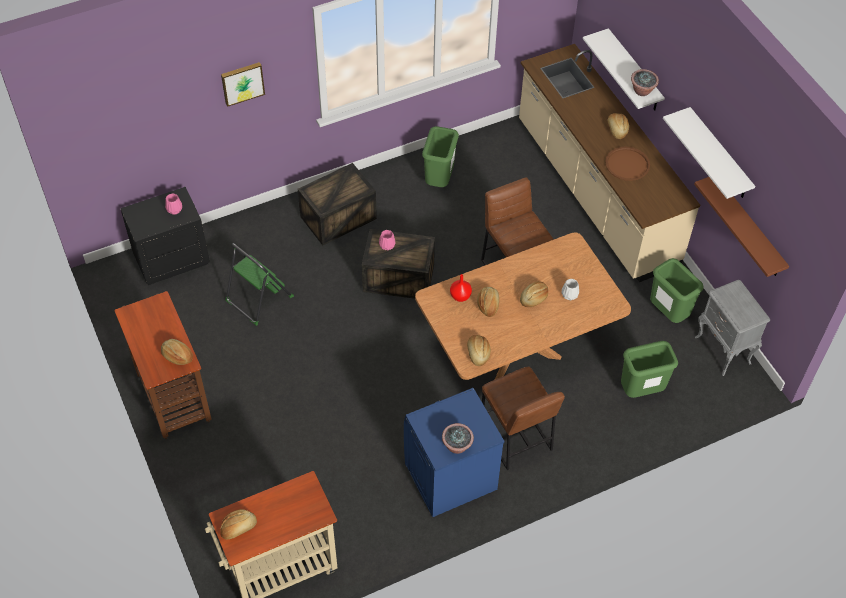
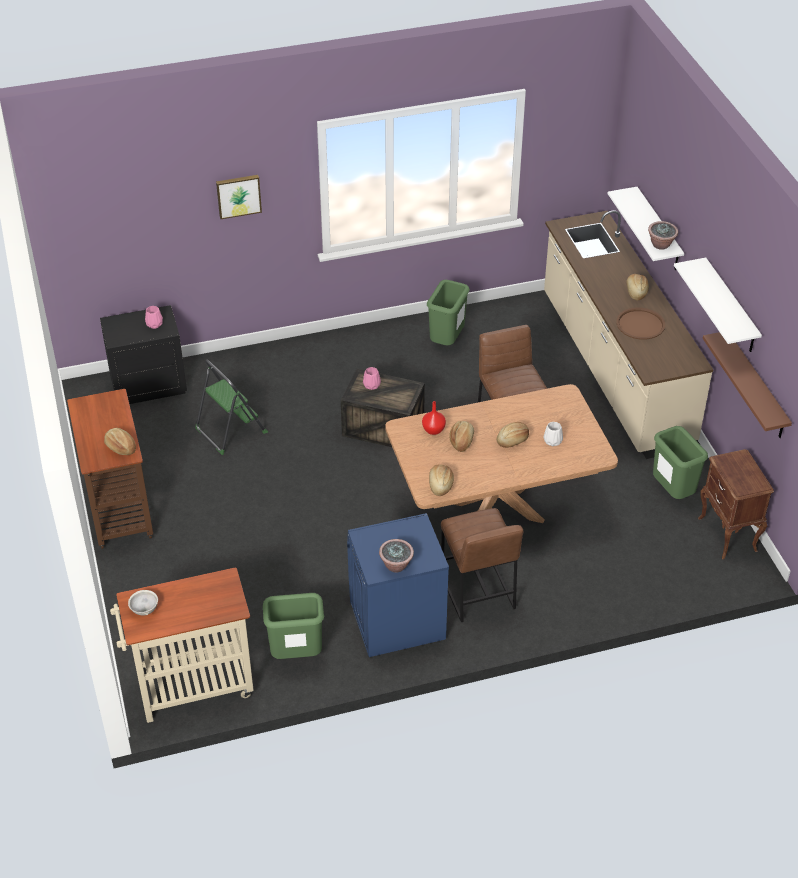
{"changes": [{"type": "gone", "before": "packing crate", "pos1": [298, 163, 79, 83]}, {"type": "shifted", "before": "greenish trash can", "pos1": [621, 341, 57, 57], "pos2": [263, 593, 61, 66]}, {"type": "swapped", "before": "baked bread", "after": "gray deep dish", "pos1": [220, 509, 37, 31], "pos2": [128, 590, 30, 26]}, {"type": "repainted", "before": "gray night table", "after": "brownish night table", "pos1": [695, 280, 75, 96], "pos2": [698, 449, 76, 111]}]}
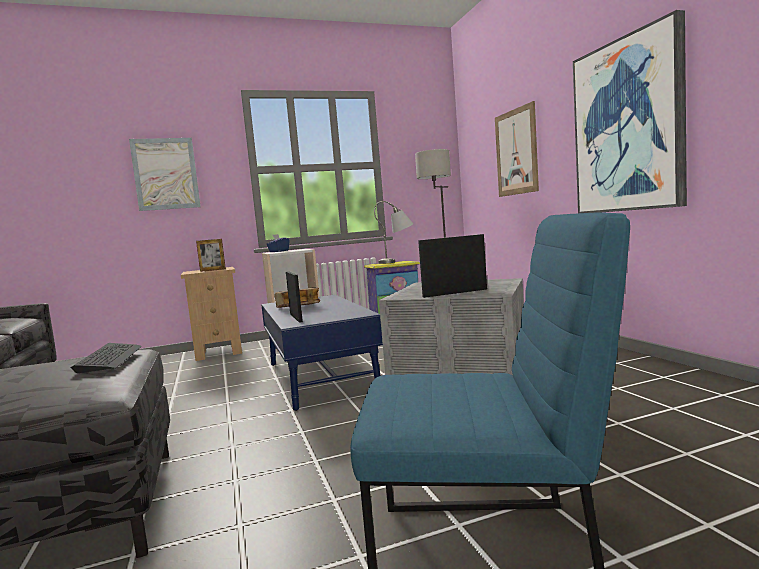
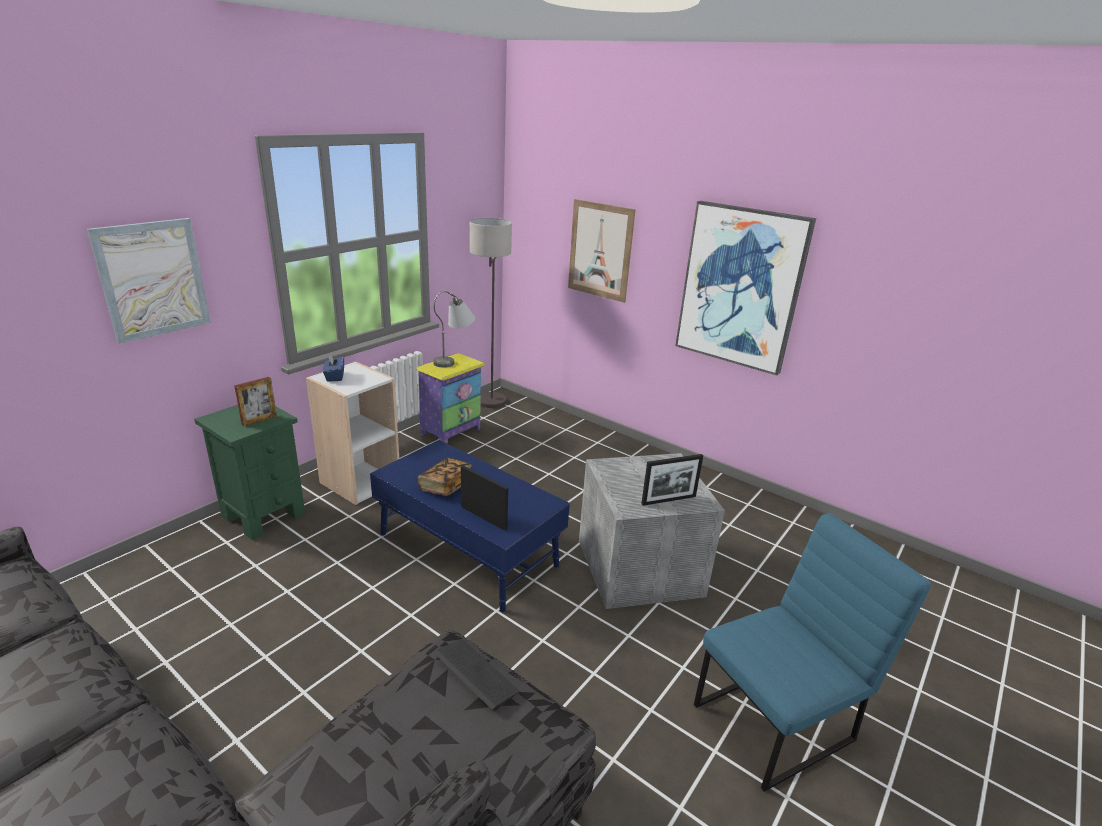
{"changes": [{"type": "repainted", "before": "sand-coloured night table", "after": "greenish night table", "pos1": [181, 267, 61, 94], "pos2": [194, 405, 111, 135]}, {"type": "rotated", "before": "photo frame", "pos1": [418, 234, 69, 64], "pos2": [641, 454, 62, 52], "turn": -150}]}
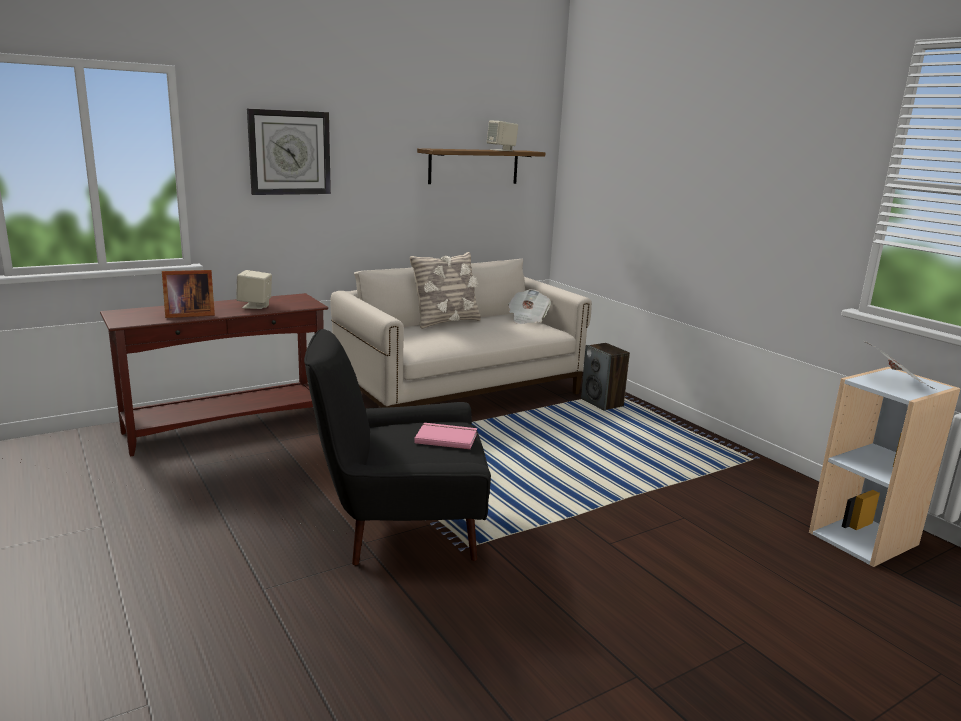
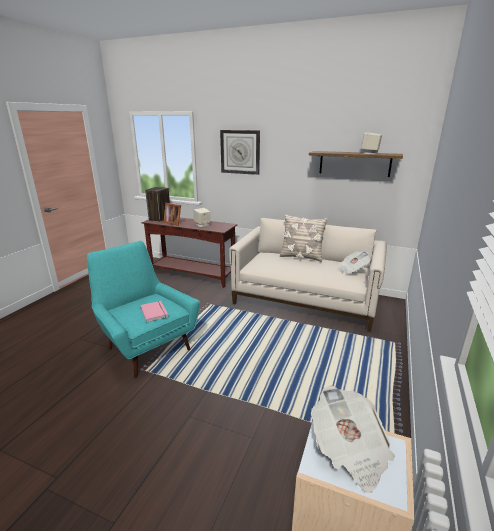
{"changes": [{"type": "shifted", "before": "audio speaker", "pos1": [581, 343, 49, 68], "pos2": [145, 187, 25, 35]}, {"type": "repainted", "before": "black lounge chair", "after": "turquoise lounge chair", "pos1": [304, 329, 187, 236], "pos2": [87, 241, 113, 137]}]}
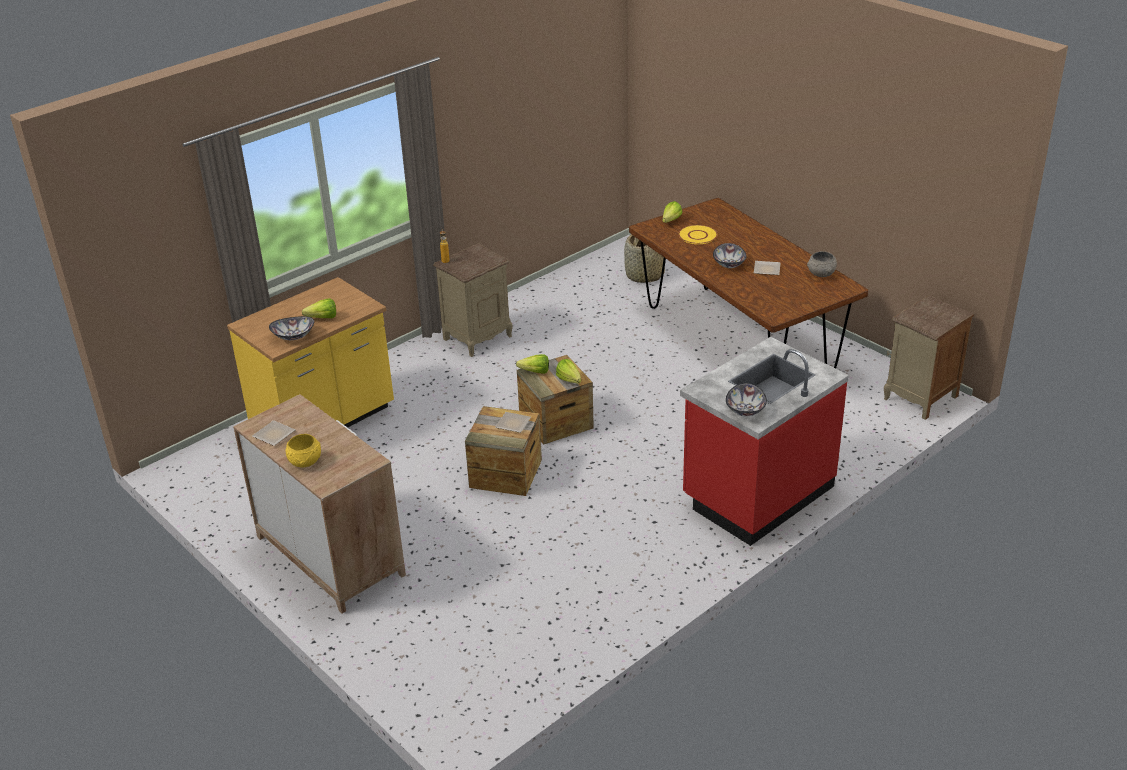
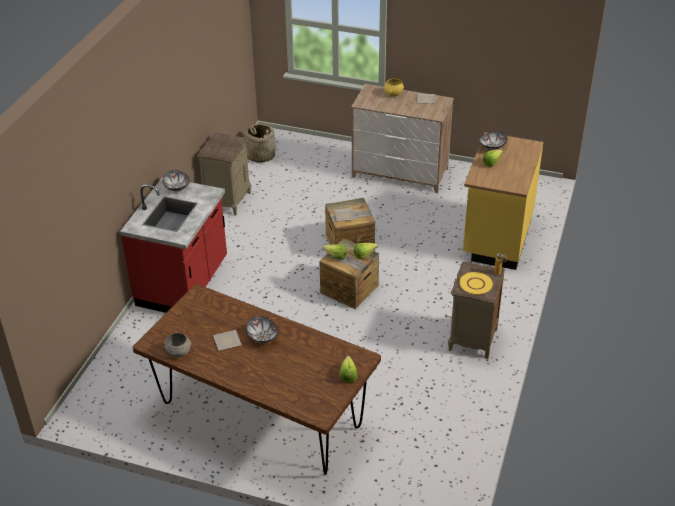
{"changes": [{"type": "shifted", "before": "basket", "pos1": [624, 234, 41, 49], "pos2": [245, 123, 31, 40]}, {"type": "shifted", "before": "yellow dinner plate", "pos1": [678, 225, 39, 19], "pos2": [458, 271, 36, 24]}, {"type": "shifted", "before": "sand-coloured night table", "pos1": [884, 296, 90, 124], "pos2": [197, 132, 56, 84]}]}
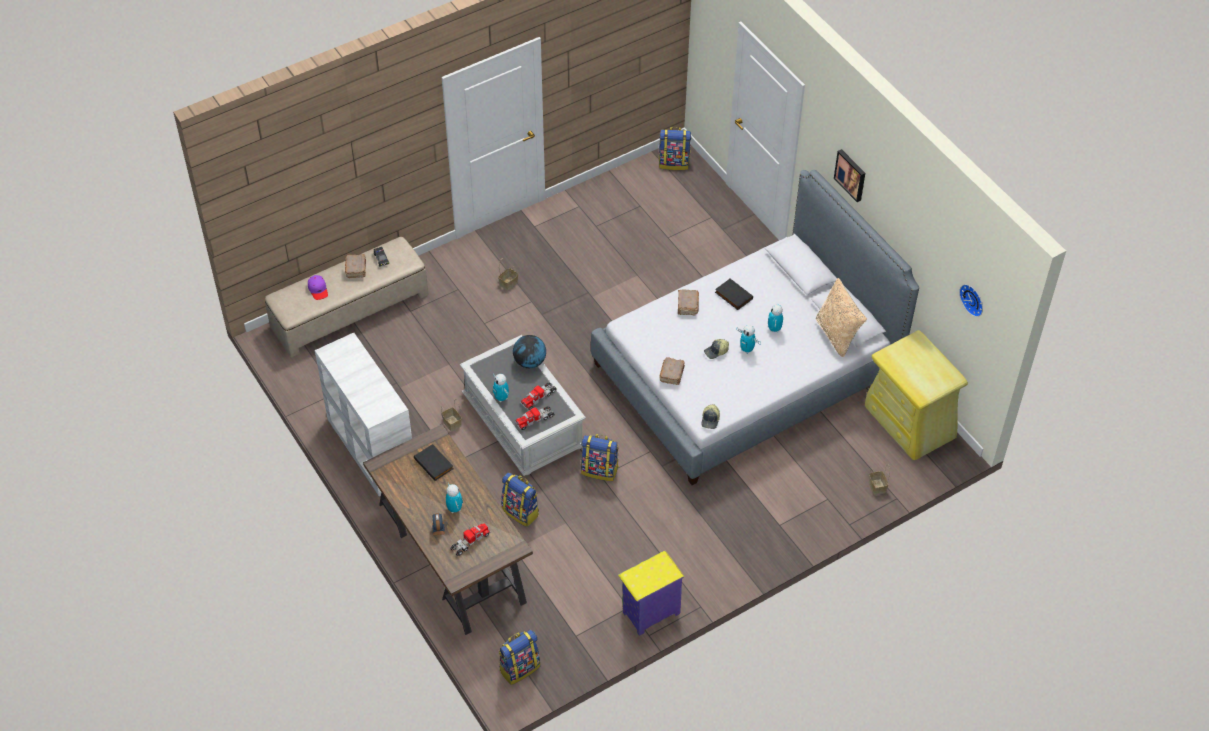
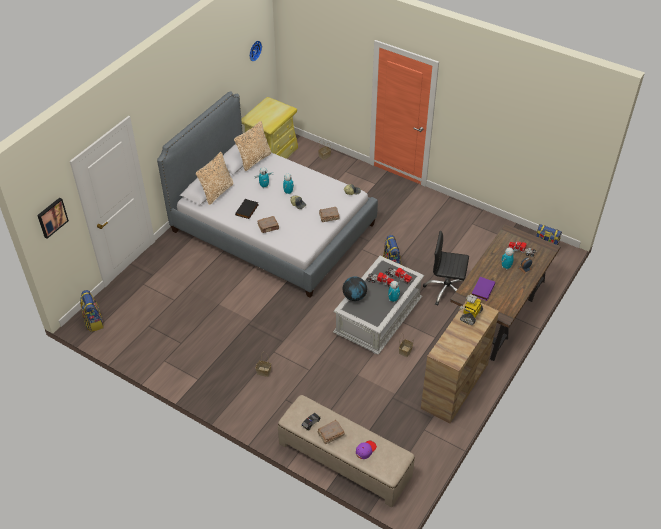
{"changes": [{"type": "gone", "before": "night table", "pos1": [618, 551, 66, 85]}, {"type": "new", "after": "sand-coloured cushion", "pos2": [196, 152, 37, 53]}, {"type": "new", "after": "toy robot", "pos2": [459, 294, 24, 31]}, {"type": "shifted", "before": "wall picture", "pos1": [834, 149, 31, 53], "pos2": [37, 198, 32, 41]}, {"type": "swapped", "before": "backpack", "after": "black computer chair", "pos1": [501, 472, 38, 55], "pos2": [423, 231, 46, 75]}, {"type": "repainted", "before": "white bookcase", "after": "brownish bookcase", "pos1": [315, 333, 97, 163], "pos2": [421, 300, 78, 123]}, {"type": "repainted", "before": "black volume", "after": "purple-coloured volume", "pos1": [414, 444, 39, 37], "pos2": [472, 277, 23, 24]}]}
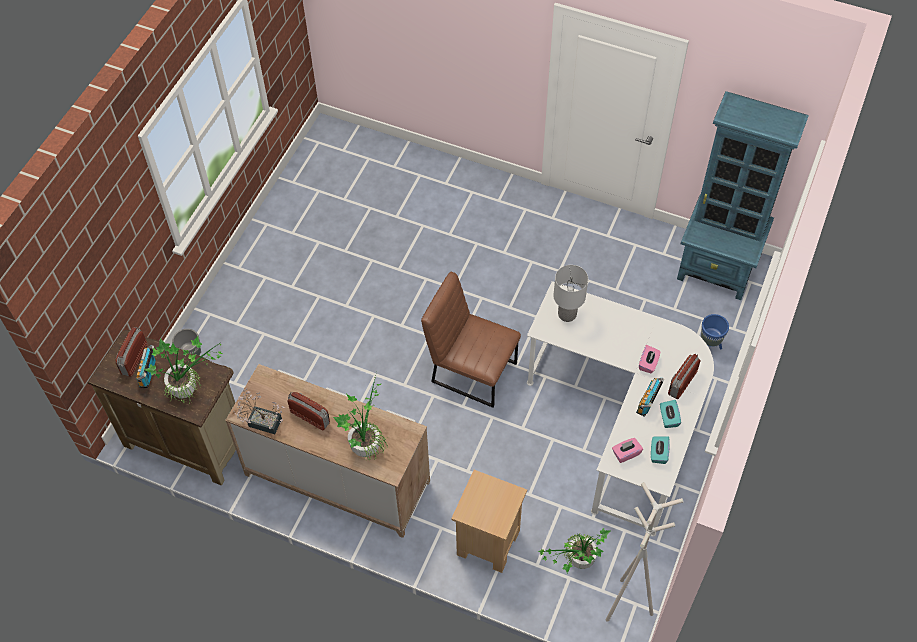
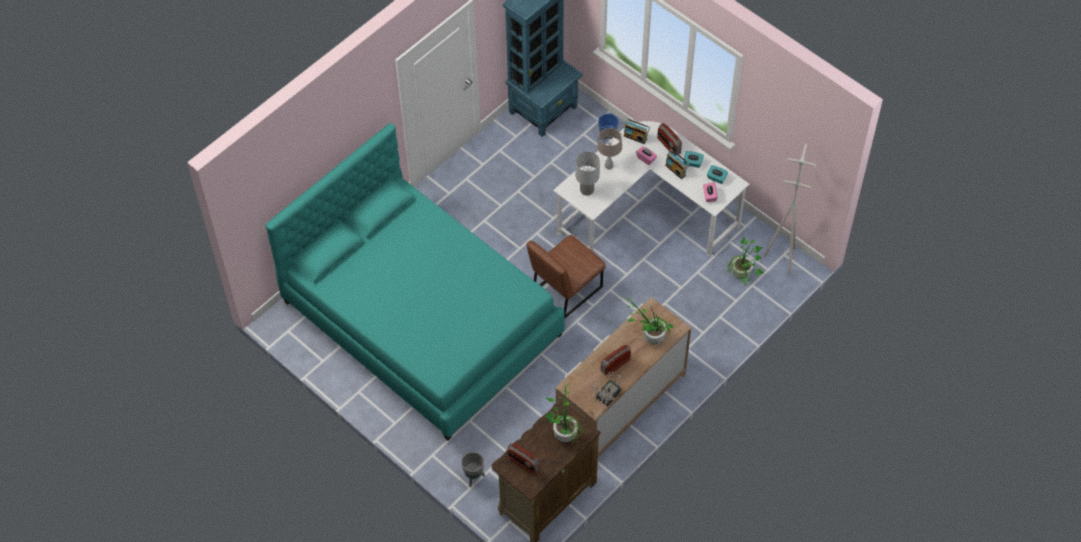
{"changes": [{"type": "gone", "before": "sand-coloured night table", "pos1": [451, 470, 76, 103]}, {"type": "new", "after": "turquoise bed", "pos2": [265, 123, 300, 317]}, {"type": "new", "after": "sand-coloured tabletop lamp", "pos2": [597, 128, 25, 41]}, {"type": "shifted", "before": "radio set", "pos1": [136, 345, 20, 43], "pos2": [624, 118, 26, 26]}]}
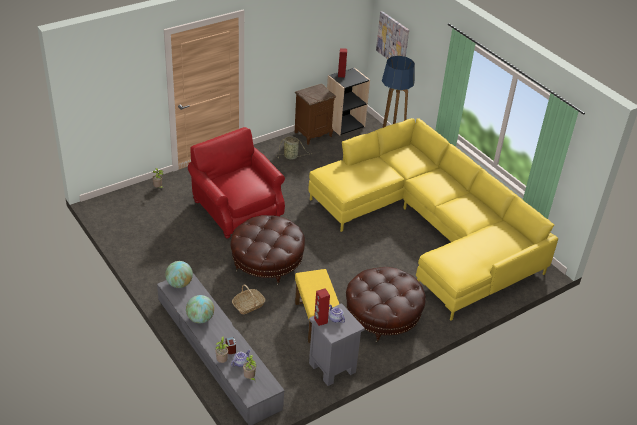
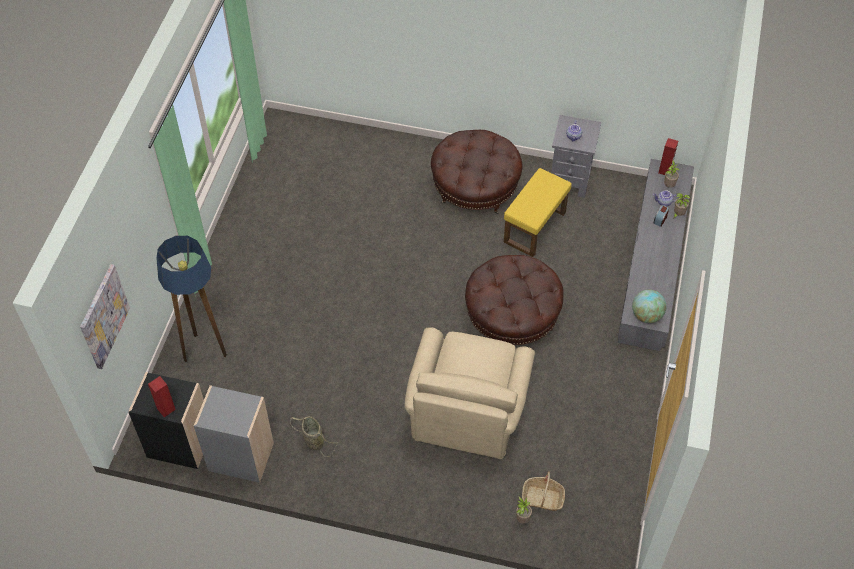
{"changes": [{"type": "gone", "before": "globe", "pos1": [186, 295, 28, 28]}, {"type": "gone", "before": "yellow sofa", "pos1": [308, 118, 250, 203]}, {"type": "shifted", "before": "basket", "pos1": [232, 284, 33, 30], "pos2": [522, 471, 43, 40]}, {"type": "shifted", "before": "red-coloured audio speaker", "pos1": [314, 288, 16, 38], "pos2": [659, 138, 19, 37]}, {"type": "swapped", "before": "brownish night table", "after": "gray bookcase", "pos1": [295, 83, 41, 62], "pos2": [194, 385, 80, 98]}, {"type": "repainted", "before": "red-coloured lounge chair", "after": "sand-coloured lounge chair", "pos1": [188, 127, 97, 112], "pos2": [405, 327, 130, 132]}]}
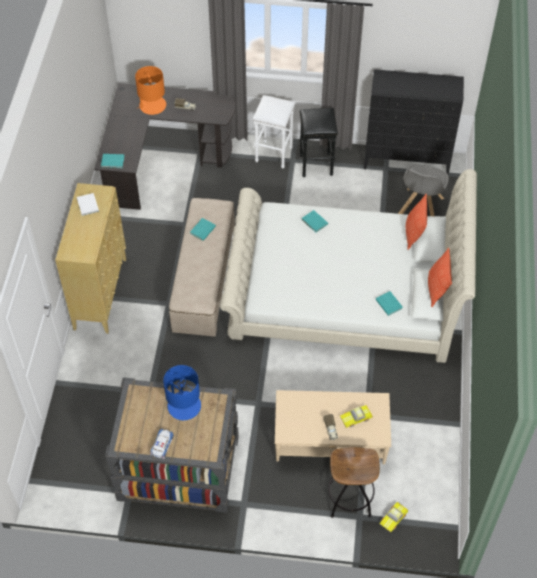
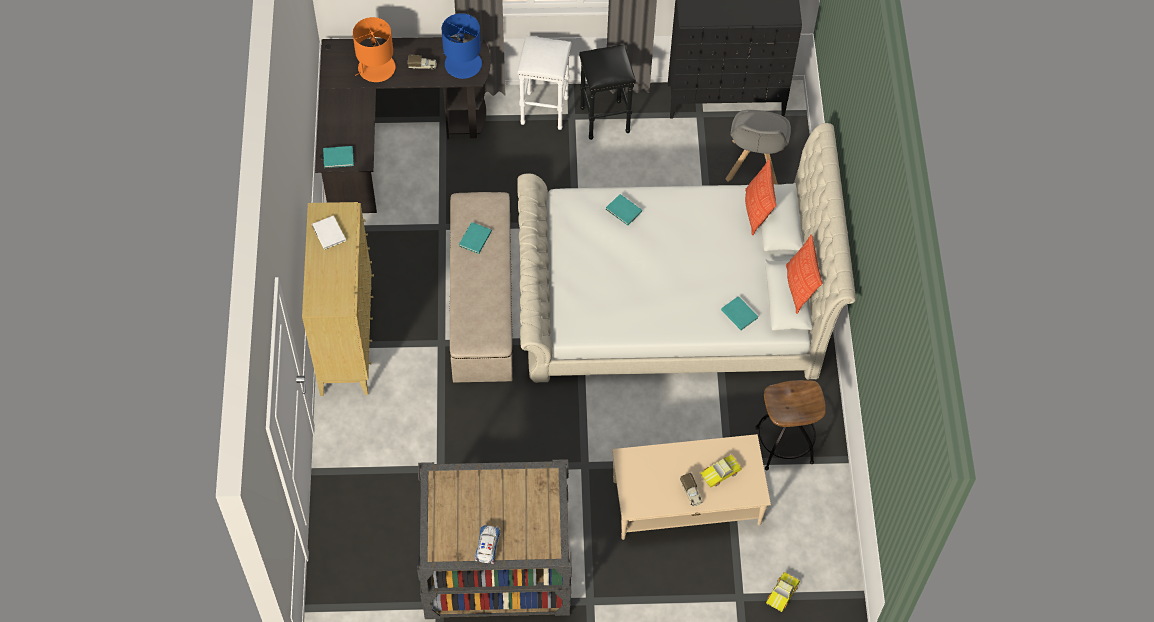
{"changes": [{"type": "shifted", "before": "blue tabletop lamp", "pos1": [163, 365, 38, 55], "pos2": [442, 13, 40, 66]}, {"type": "shifted", "before": "brownish stool seat", "pos1": [328, 447, 52, 71], "pos2": [755, 380, 71, 90]}]}
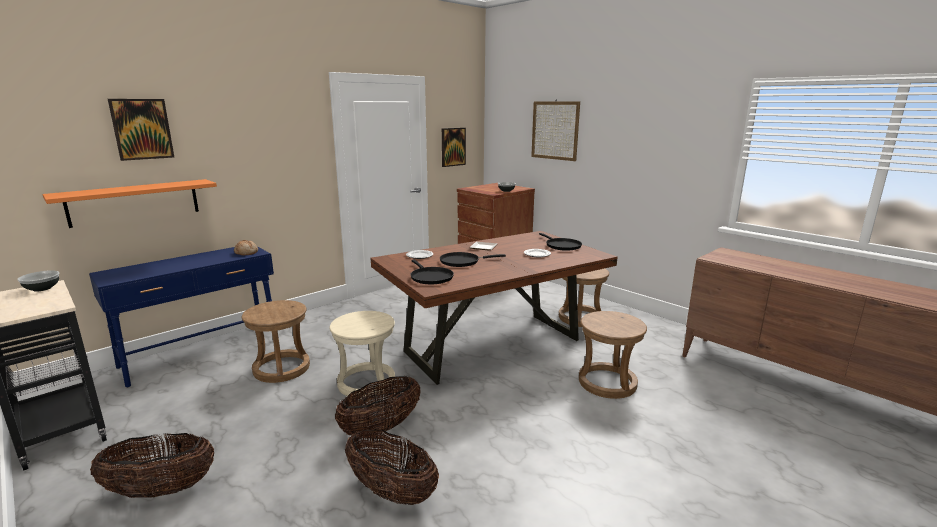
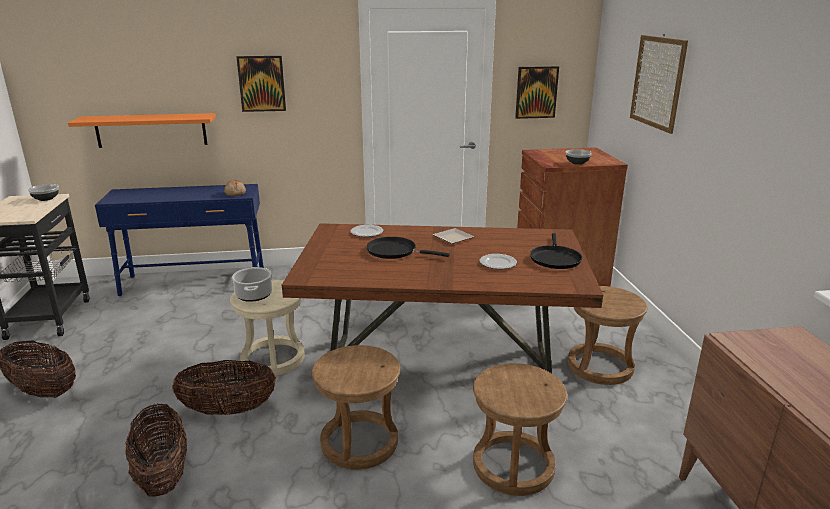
{"changes": [{"type": "gone", "before": "black pan", "pos1": [410, 259, 44, 25]}, {"type": "new", "after": "saucepot", "pos2": [232, 267, 40, 35]}, {"type": "shifted", "before": "wall picture", "pos1": [108, 99, 66, 62], "pos2": [236, 56, 50, 56]}, {"type": "shifted", "before": "brownish stool seat", "pos1": [242, 300, 68, 83], "pos2": [312, 345, 88, 125]}]}
